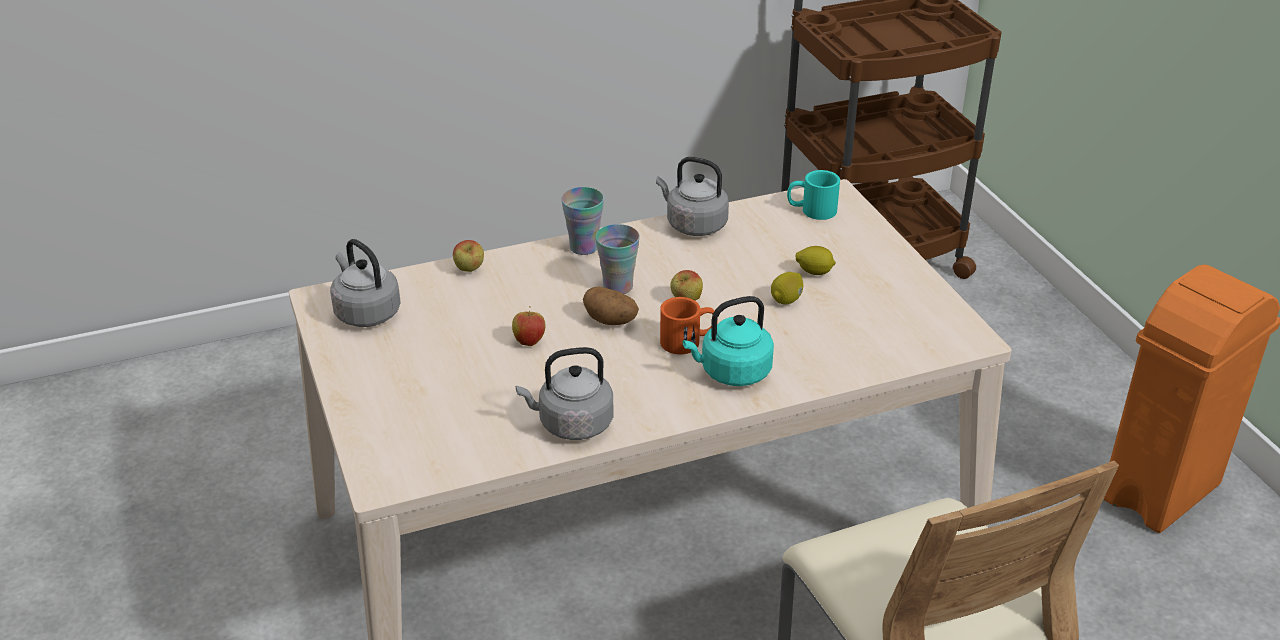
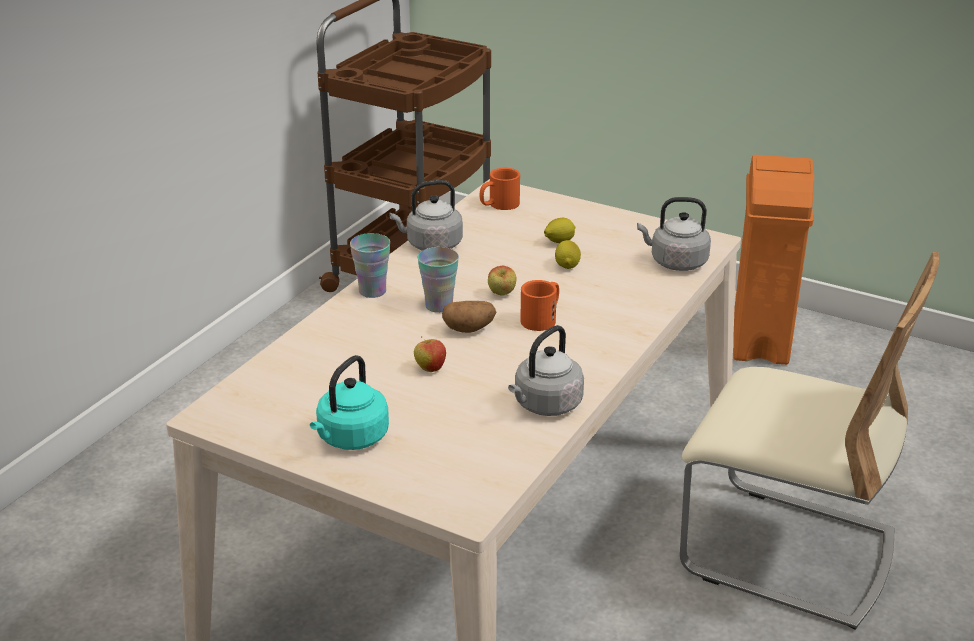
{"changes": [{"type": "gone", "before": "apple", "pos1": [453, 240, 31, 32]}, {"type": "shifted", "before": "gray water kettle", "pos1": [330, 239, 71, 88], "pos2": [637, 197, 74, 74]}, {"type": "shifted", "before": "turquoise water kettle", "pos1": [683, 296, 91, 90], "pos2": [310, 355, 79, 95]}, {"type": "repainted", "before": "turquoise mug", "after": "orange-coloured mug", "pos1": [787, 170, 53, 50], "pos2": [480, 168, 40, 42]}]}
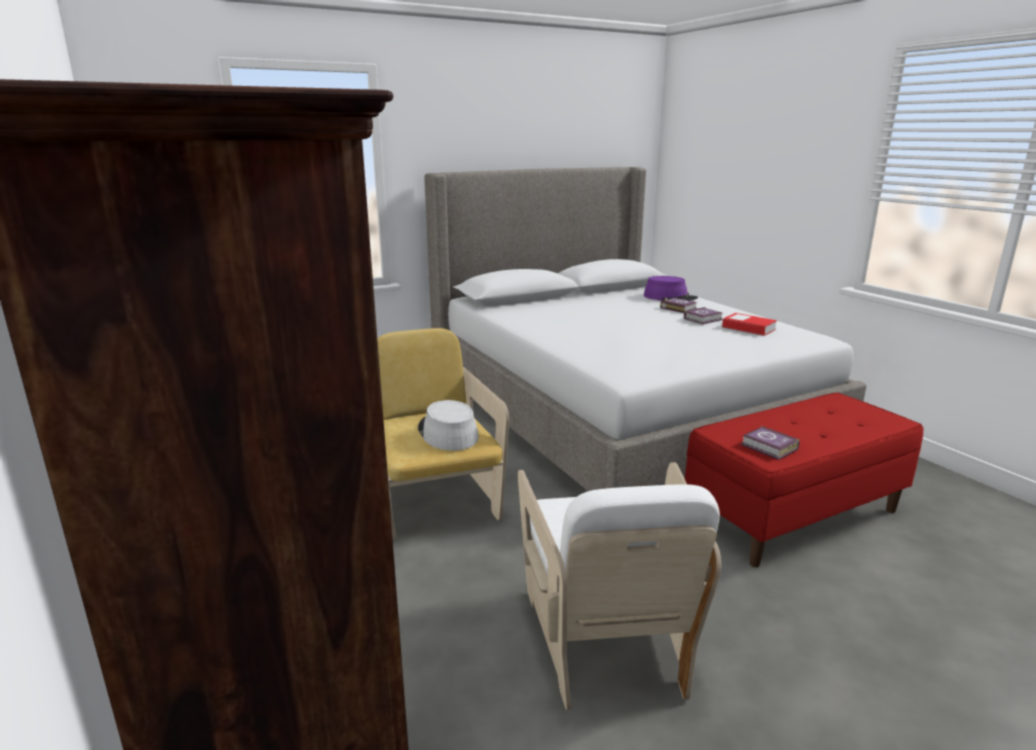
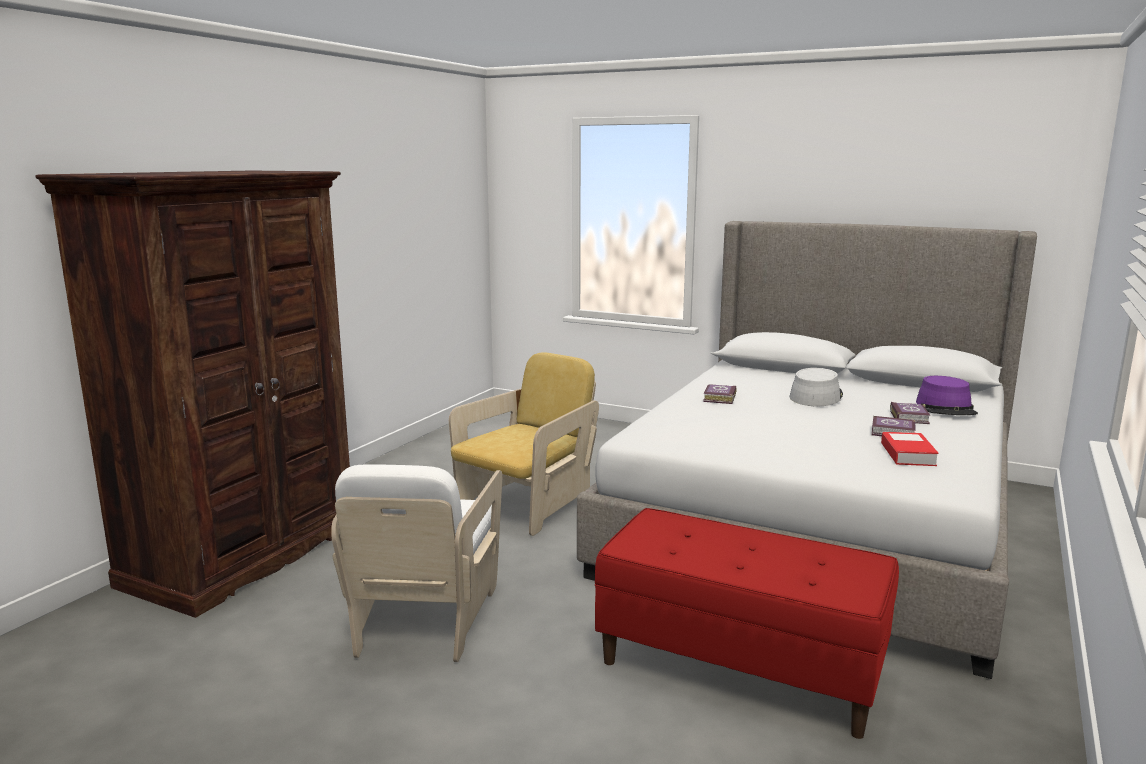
{"changes": [{"type": "shifted", "before": "gray clothing hat", "pos1": [418, 400, 61, 51], "pos2": [790, 368, 53, 38]}, {"type": "shifted", "before": "volume", "pos1": [741, 426, 59, 34], "pos2": [703, 384, 34, 20]}, {"type": "rotated", "before": "white lounge chair", "pos1": [518, 462, 203, 248], "pos2": [331, 464, 171, 198], "turn": -45}]}
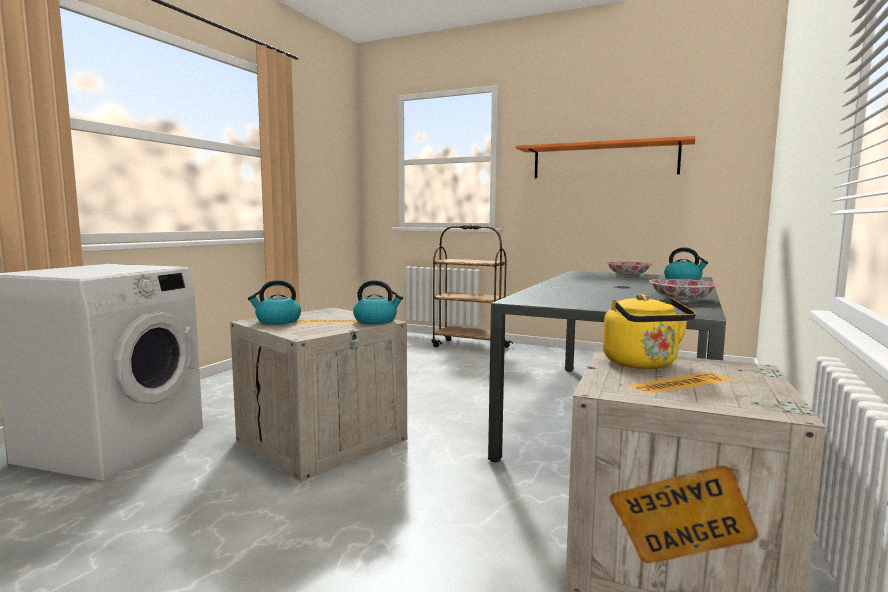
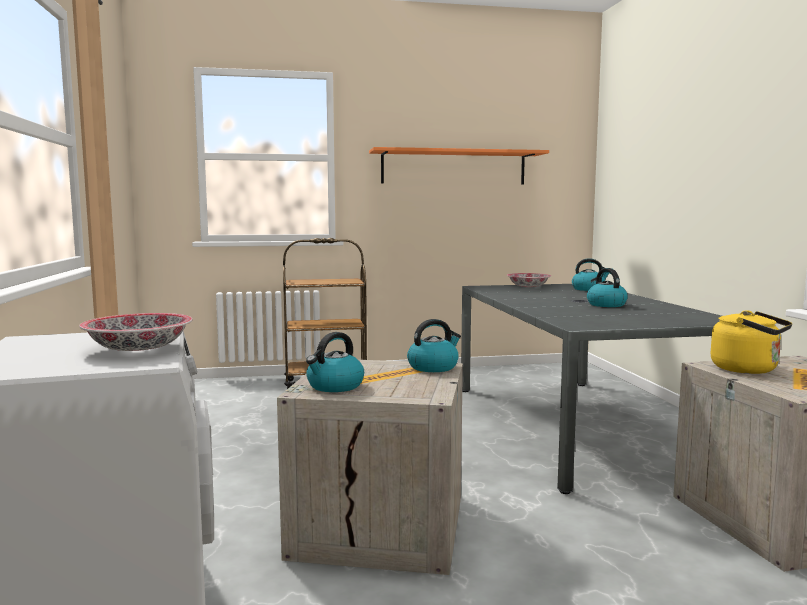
{"changes": [{"type": "new", "after": "water kettle", "pos2": [587, 268, 41, 39]}, {"type": "shifted", "before": "deep dish", "pos1": [649, 279, 70, 21], "pos2": [79, 313, 113, 38]}]}
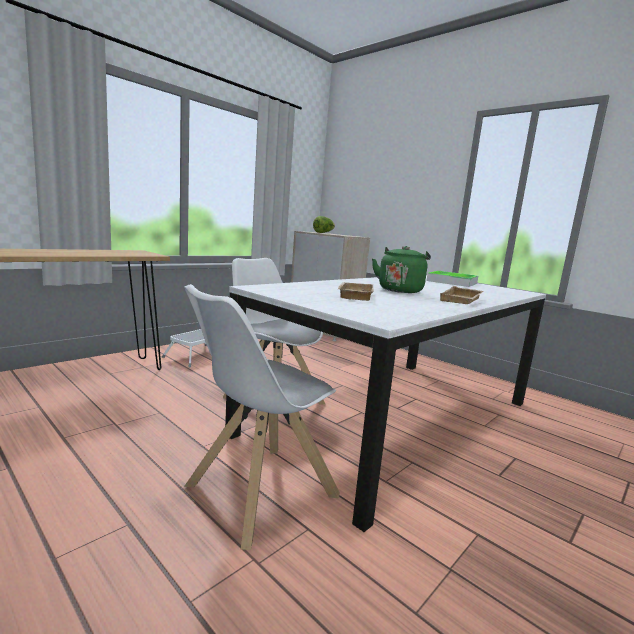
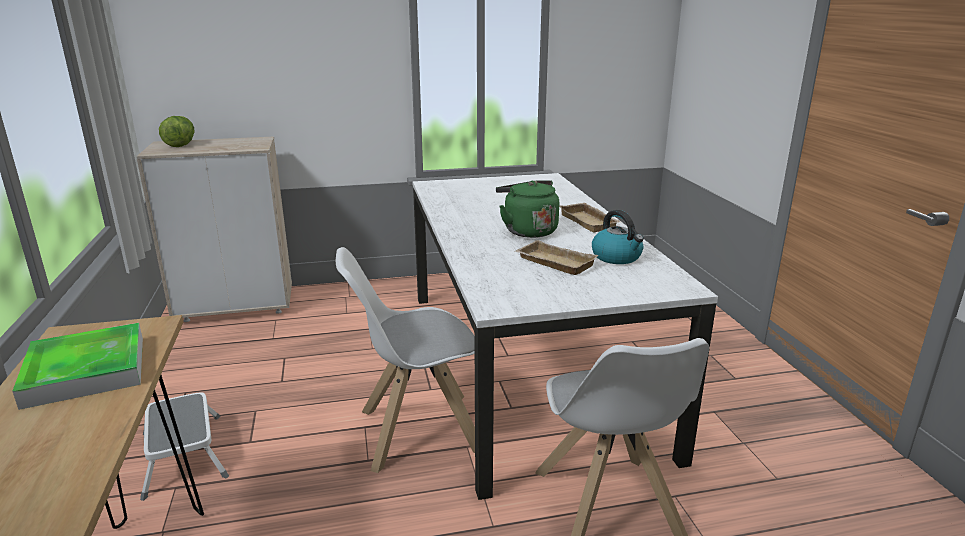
{"changes": [{"type": "new", "after": "water kettle", "pos2": [592, 210, 52, 54]}, {"type": "shifted", "before": "carrying tray", "pos1": [426, 271, 52, 16], "pos2": [12, 323, 131, 87]}]}
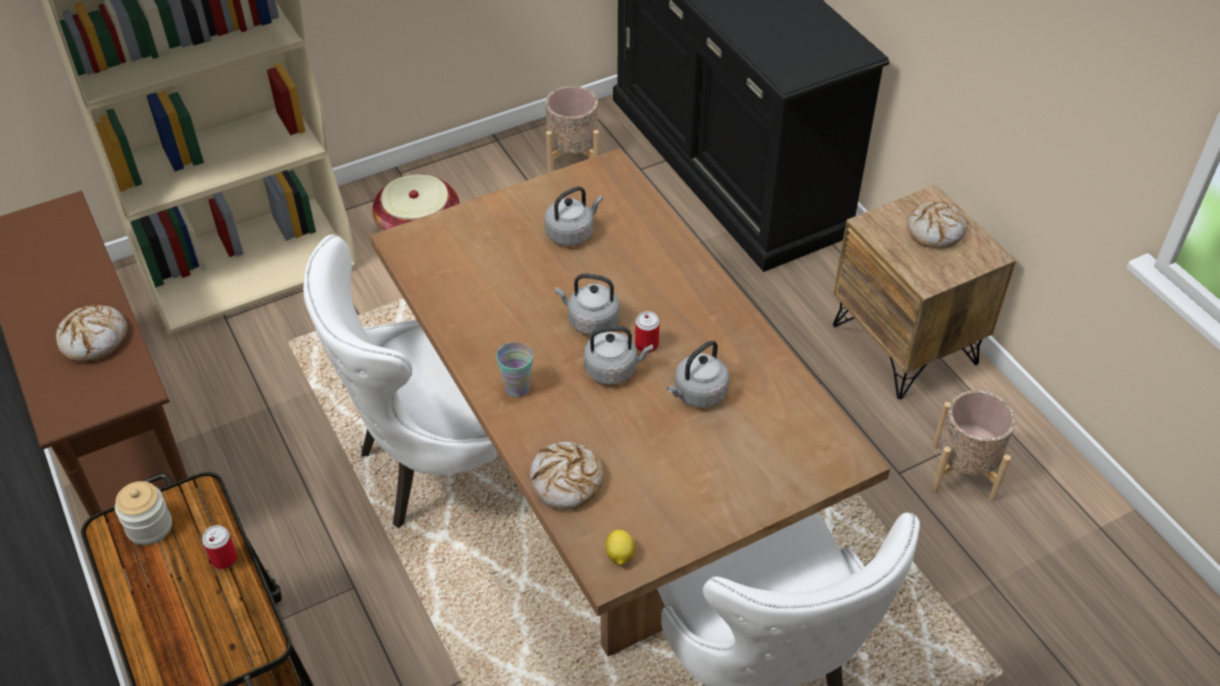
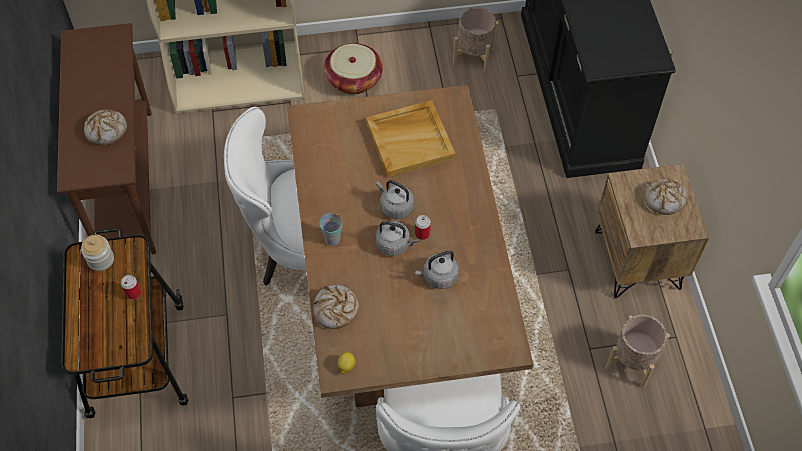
{"changes": [{"type": "swapped", "before": "gray water kettle", "after": "sand-coloured carrying tray", "pos1": [544, 186, 59, 60], "pos2": [366, 100, 90, 78]}]}
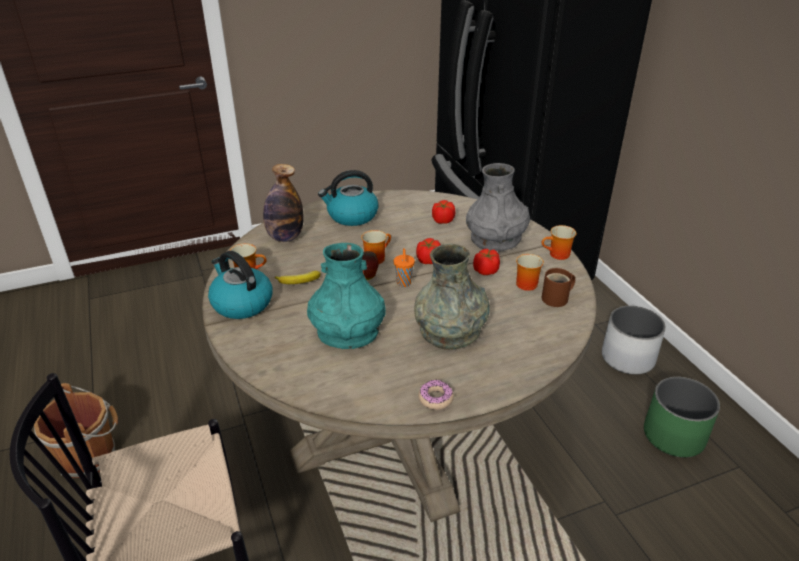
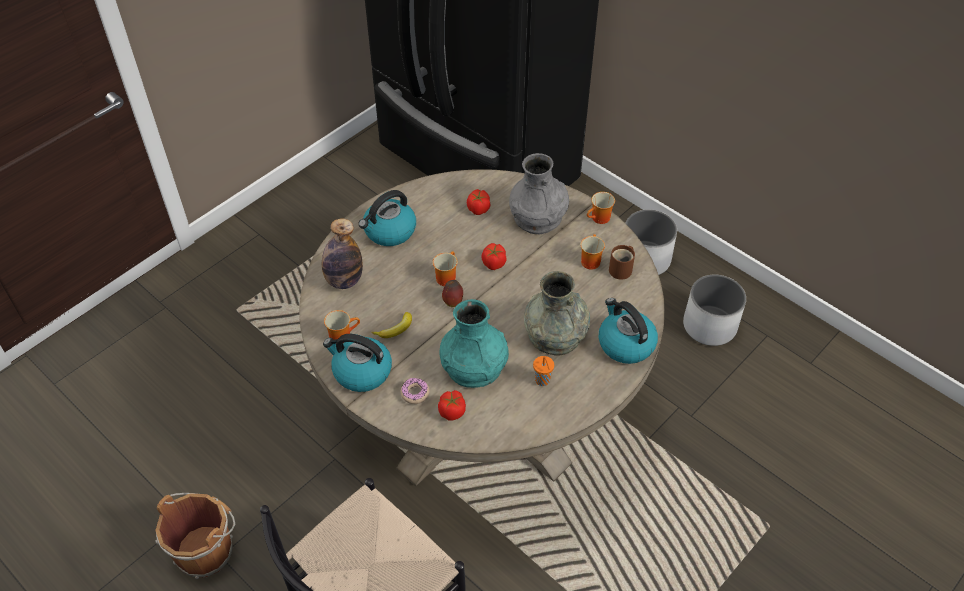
{"changes": [{"type": "new", "after": "water kettle", "pos2": [599, 298, 59, 66]}, {"type": "shifted", "before": "orange-coloured small cup", "pos1": [394, 248, 21, 39], "pos2": [533, 356, 21, 30]}, {"type": "shifted", "before": "ring doughnut", "pos1": [418, 380, 36, 30], "pos2": [400, 378, 30, 26]}, {"type": "shifted", "before": "fresh tomato", "pos1": [473, 249, 27, 26], "pos2": [438, 390, 28, 30]}, {"type": "repainted", "before": "greenish flower pot", "after": "white flower pot", "pos1": [644, 377, 76, 81], "pos2": [683, 275, 63, 71]}]}
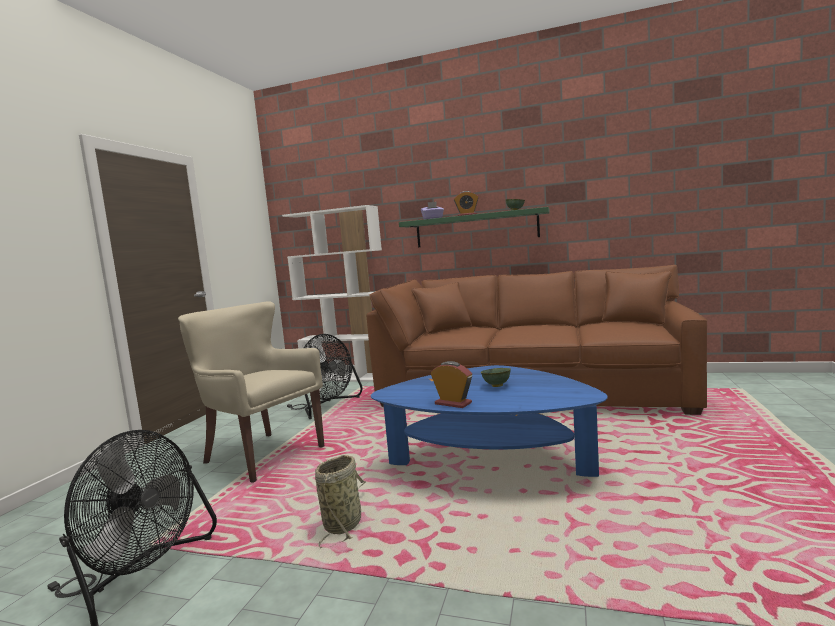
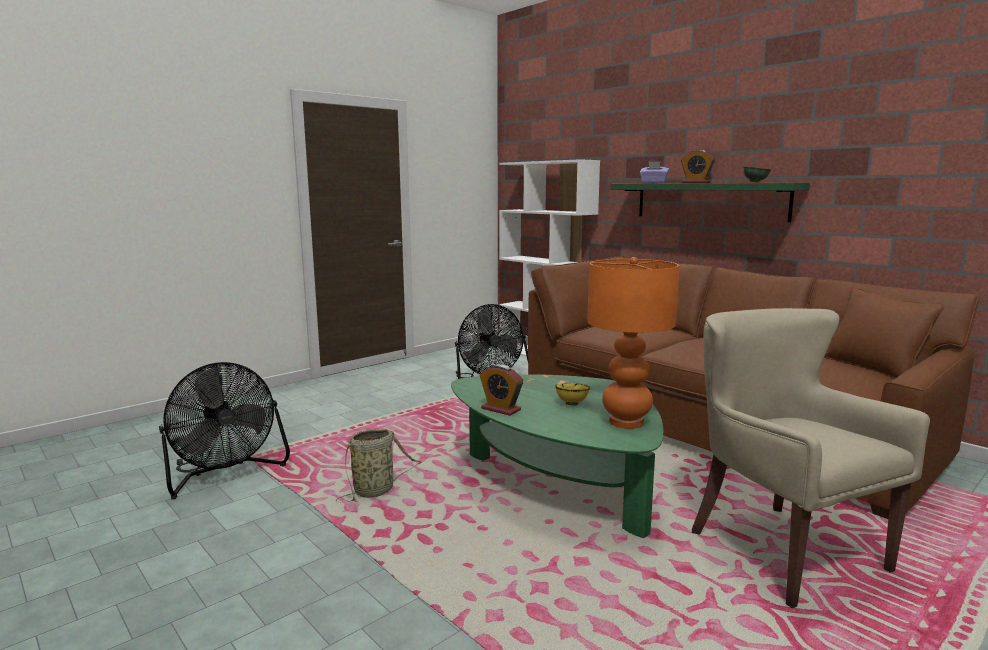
{"changes": [{"type": "new", "after": "orange-coloured tabletop lamp", "pos2": [587, 257, 93, 172]}, {"type": "shifted", "before": "sand-coloured lounge chair", "pos1": [178, 301, 146, 182], "pos2": [692, 308, 238, 300]}, {"type": "repainted", "before": "blue coffee table", "after": "greenish coffee table", "pos1": [371, 365, 237, 112], "pos2": [451, 374, 212, 164]}, {"type": "repainted", "before": "greenish deep dish", "after": "yellow deep dish", "pos1": [481, 368, 30, 19], "pos2": [555, 383, 35, 22]}, {"type": "rotated", "before": "bedside clock", "pos1": [430, 361, 42, 47], "pos2": [479, 364, 44, 52], "turn": 150}]}
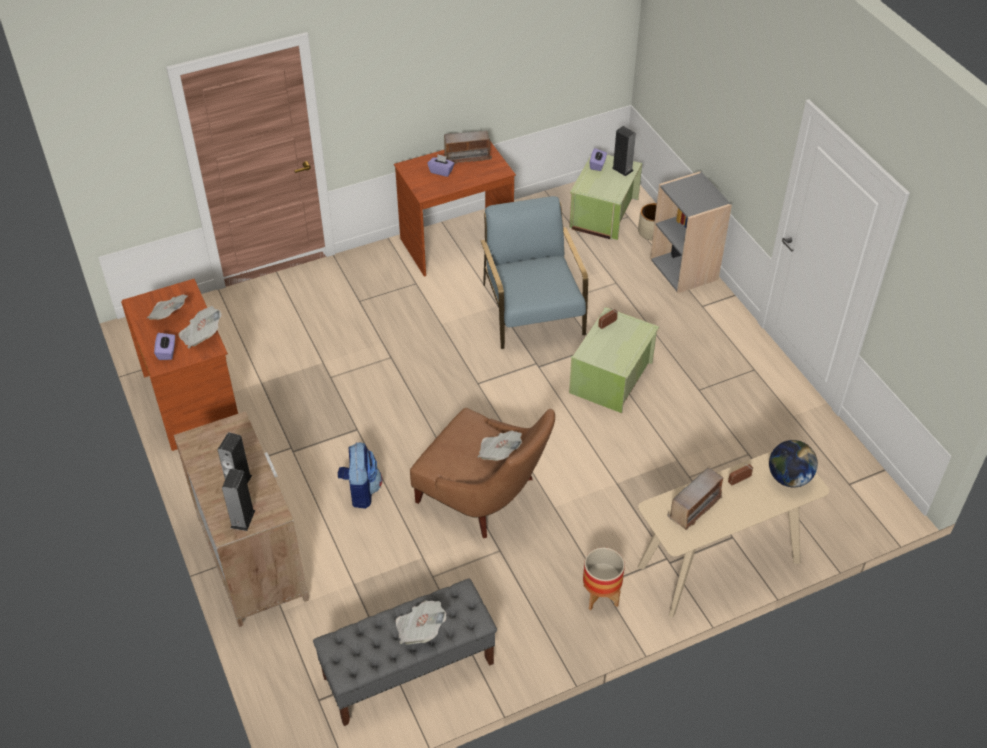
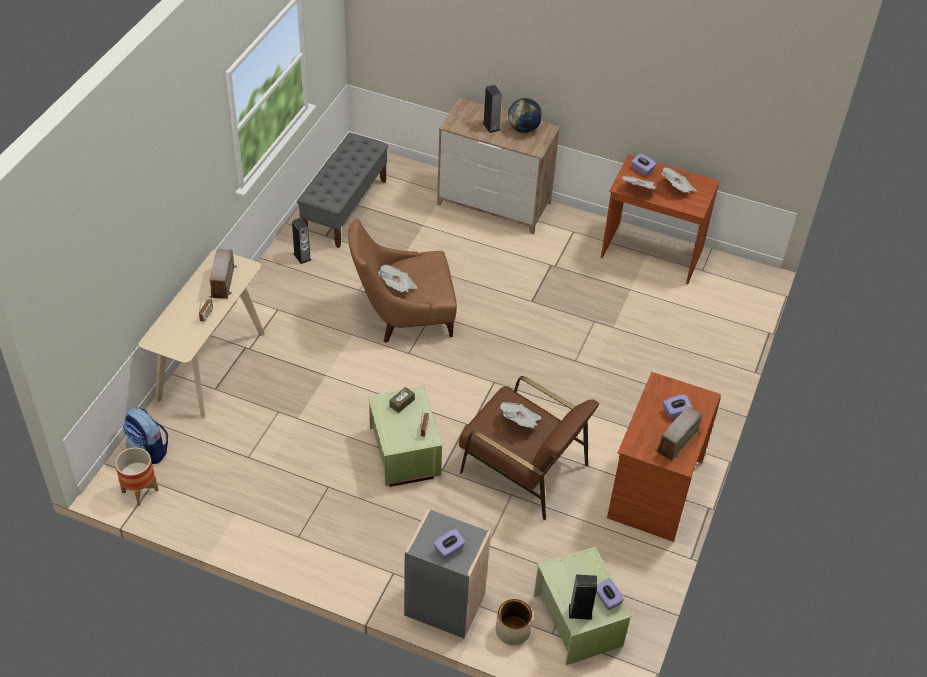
{"changes": [{"type": "new", "after": "brownish box of tissues", "pos2": [389, 387, 26, 26]}, {"type": "new", "after": "purple-coloured box of tissues", "pos2": [433, 528, 33, 31]}, {"type": "shifted", "before": "audio speaker", "pos1": [222, 469, 33, 62], "pos2": [292, 218, 19, 46]}, {"type": "shifted", "before": "backpack", "pos1": [338, 442, 44, 67], "pos2": [123, 407, 45, 57]}, {"type": "shifted", "before": "newspaper", "pos1": [395, 601, 51, 43], "pos2": [500, 402, 41, 26]}, {"type": "shifted", "before": "flower pot", "pos1": [583, 547, 42, 63], "pos2": [115, 447, 43, 59]}, {"type": "shifted", "before": "globe", "pos1": [769, 440, 49, 48], "pos2": [508, 98, 34, 35]}, {"type": "repainted", "before": "blue lounge chair", "after": "brownish lounge chair", "pos1": [481, 196, 107, 153], "pos2": [459, 376, 140, 144]}]}
